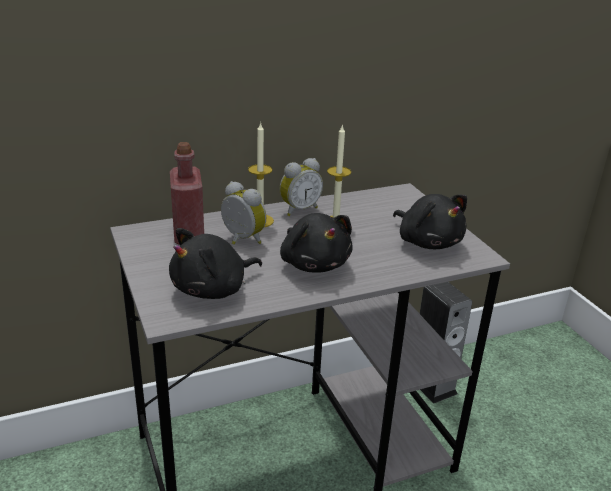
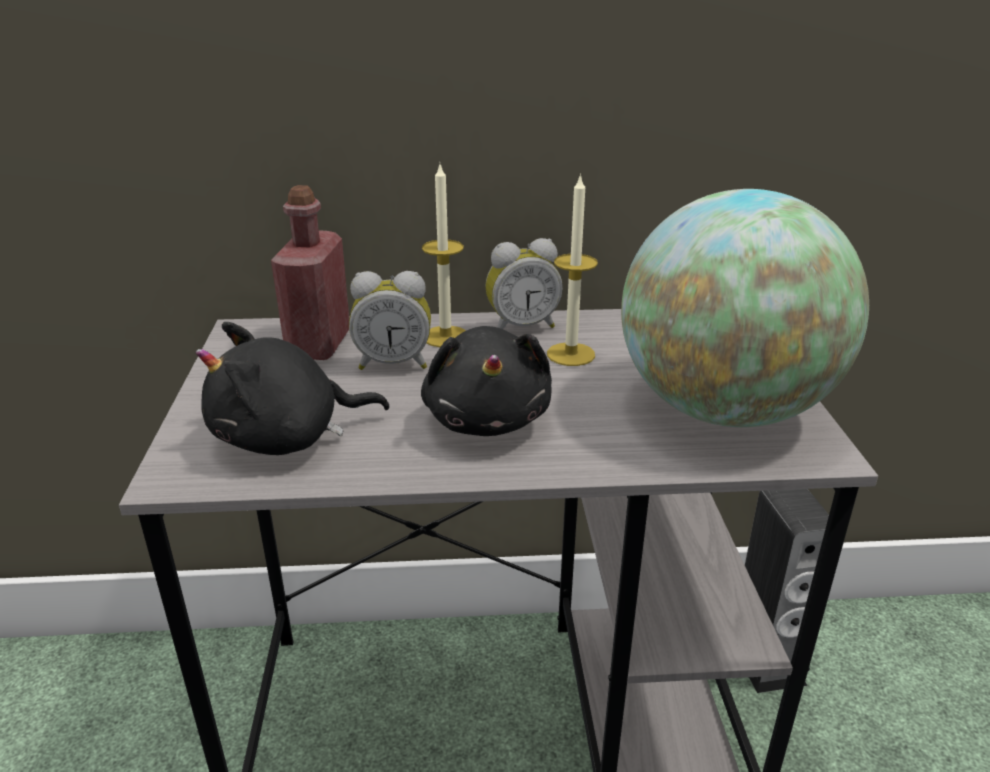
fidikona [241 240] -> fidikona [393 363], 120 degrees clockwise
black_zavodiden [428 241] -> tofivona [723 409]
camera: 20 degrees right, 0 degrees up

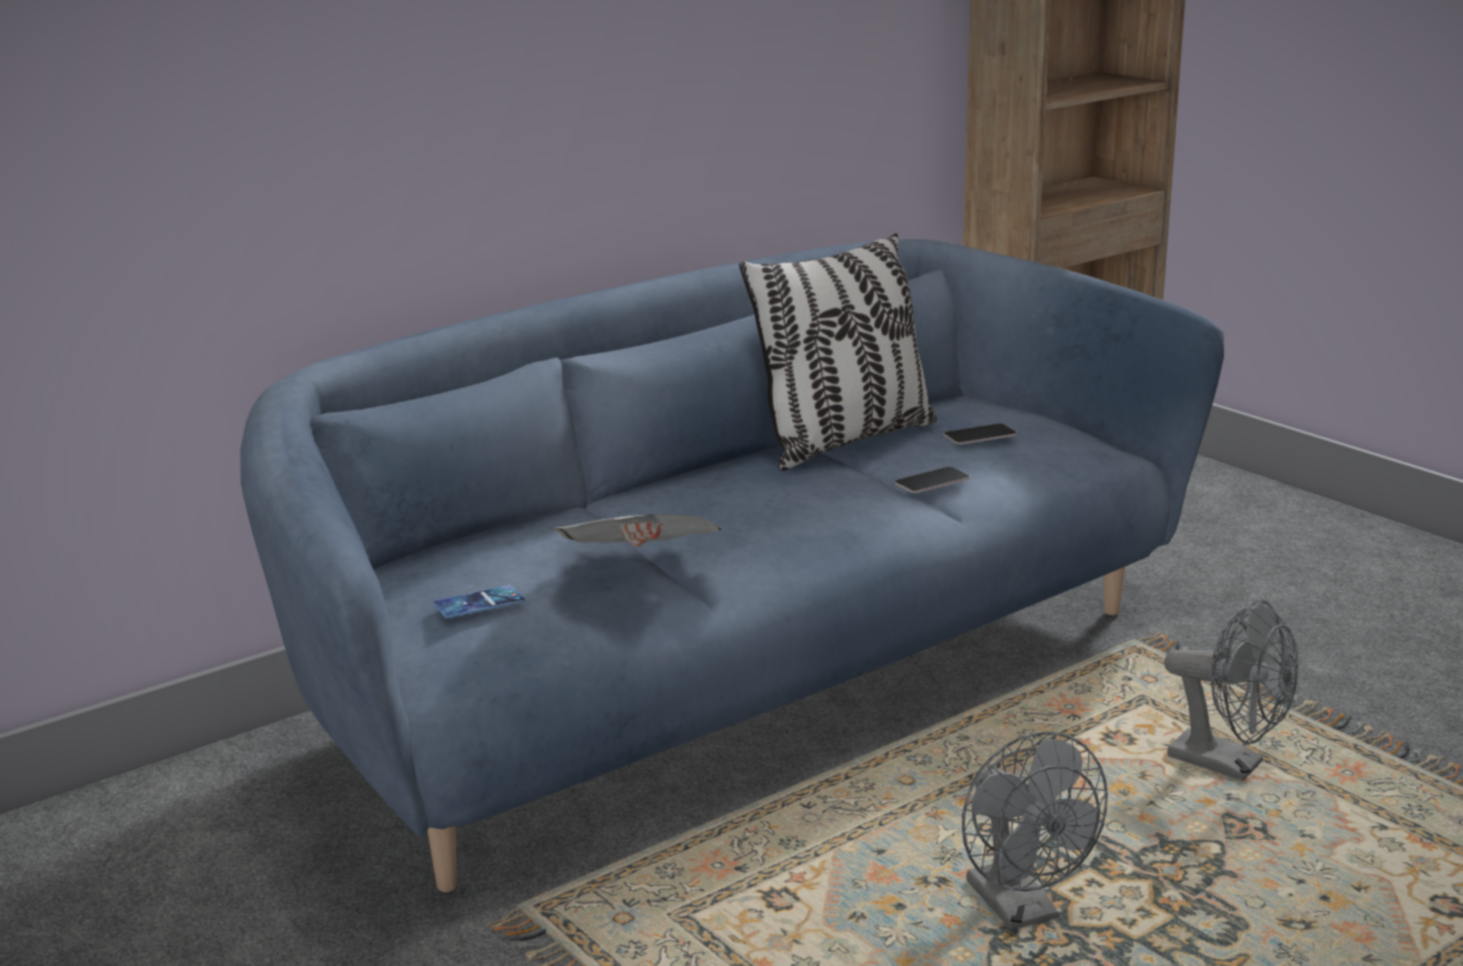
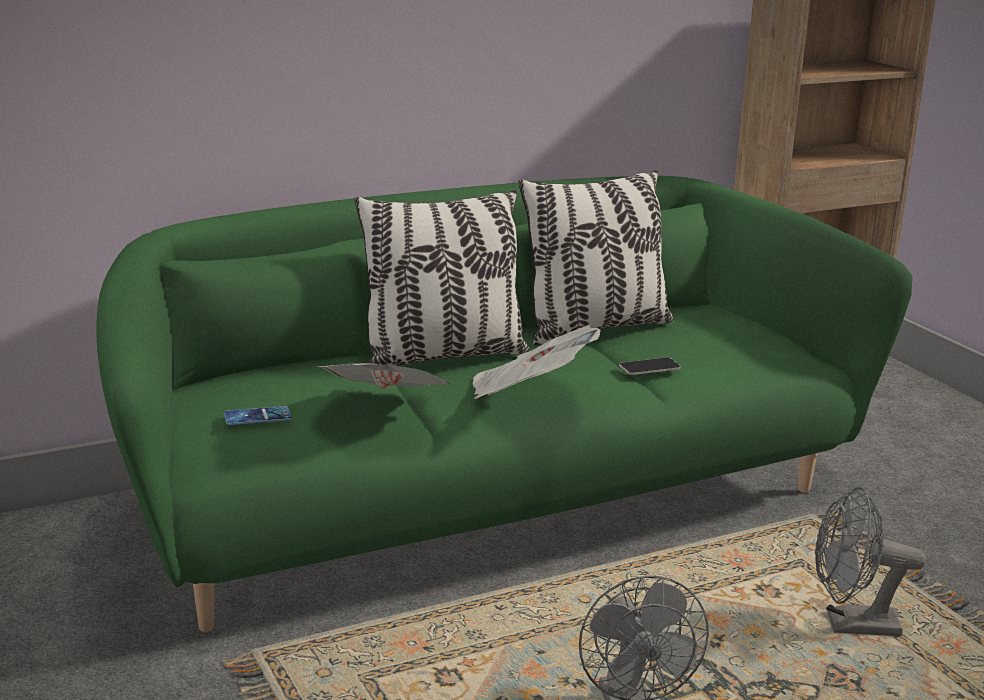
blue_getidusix [738 681] -> green_getidusix [488 504]
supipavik [980 435] -> none
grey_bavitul [1229 765] -> grey_bavitul [851 625], 135 degrees clockwise
none -> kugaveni [442 357]
none -> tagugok [529 394]
camera: 10 degrees right, 0 degrees up

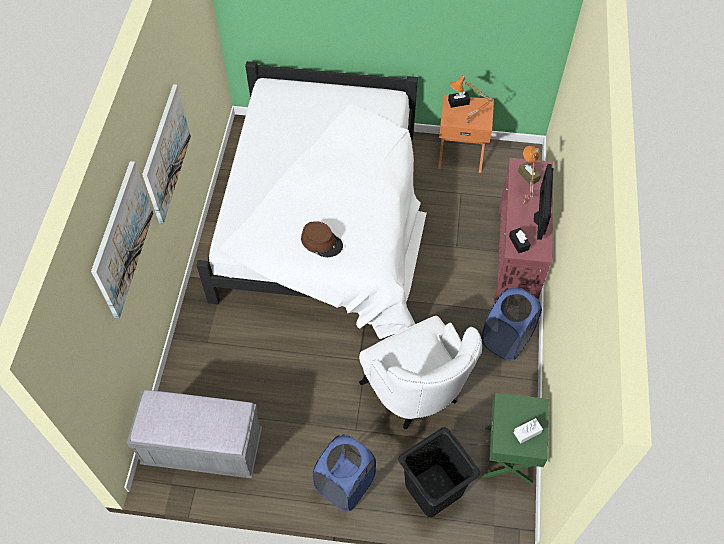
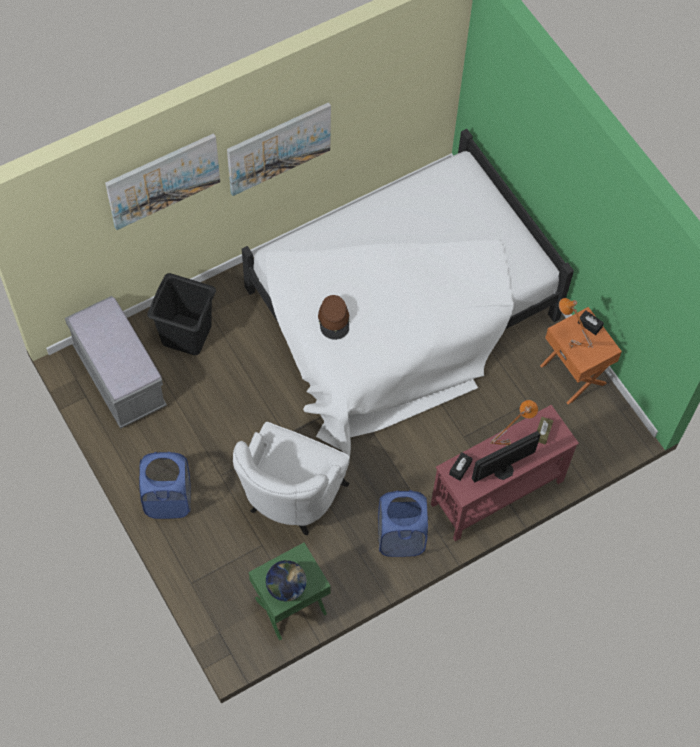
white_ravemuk [527 432] -> tofivona [286 587]
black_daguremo [432 489] -> black_daguremo [186 334], shifted
camera: 50 degrees right, 5 degrees up

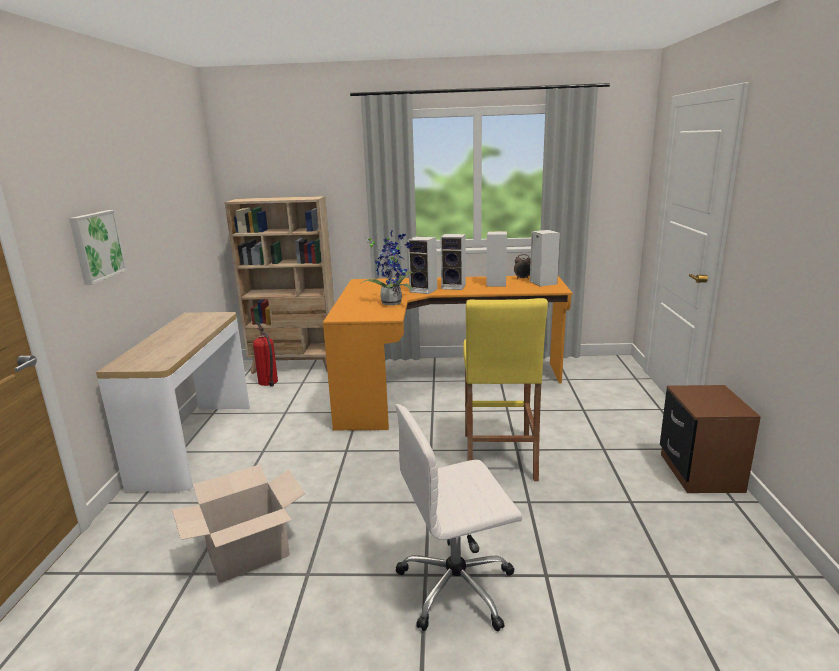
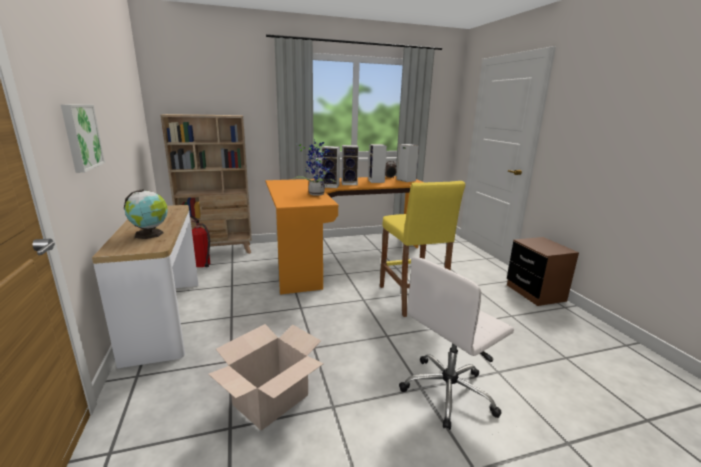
none -> tofivona [150 234]
camera: 20 degrees left, 0 degrees up

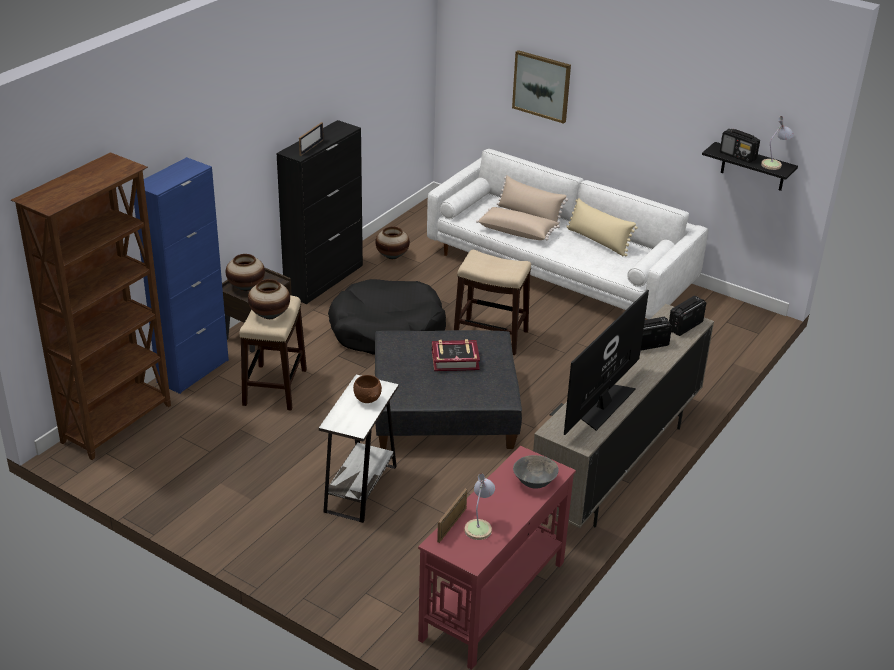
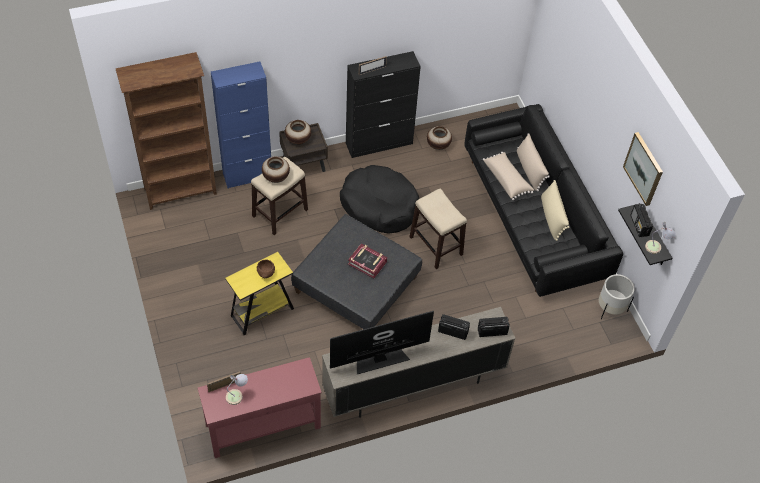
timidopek [542 86] -> timidopek [644 168], shifted
white_getidusix [559 270] -> black_getidusix [533 216]
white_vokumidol [360 489] -> yellow_vokumidol [262 312]
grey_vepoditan [535 481] -> none
none -> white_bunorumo [610 308]
camera: 35 degrees right, 20 degrees up

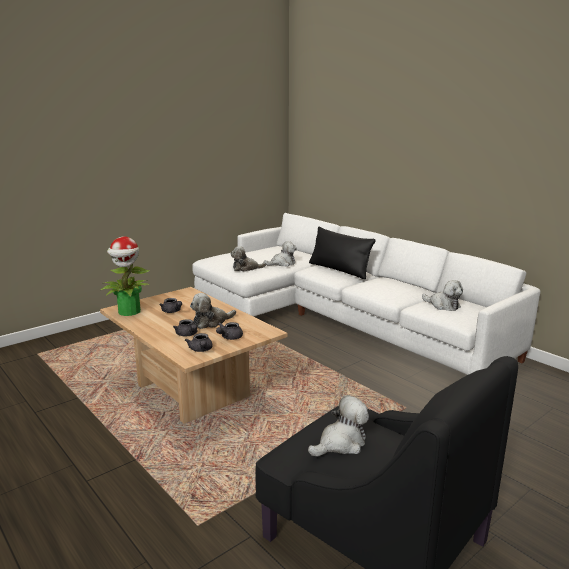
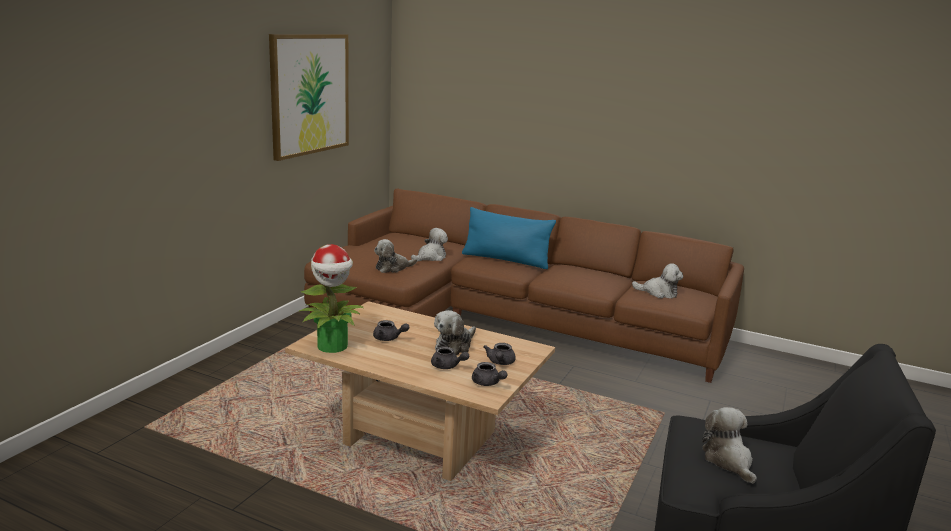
white_getidusix [337 318] -> brown_getidusix [502 319]
black_kugaveni [339 270] -> blue_kugaveni [506 260]
zavodiden [341 443] -> zavodiden [728 460], 45 degrees counterclockwise
none -> timidopek [310 94]
camera: 25 degrees left, 0 degrees up

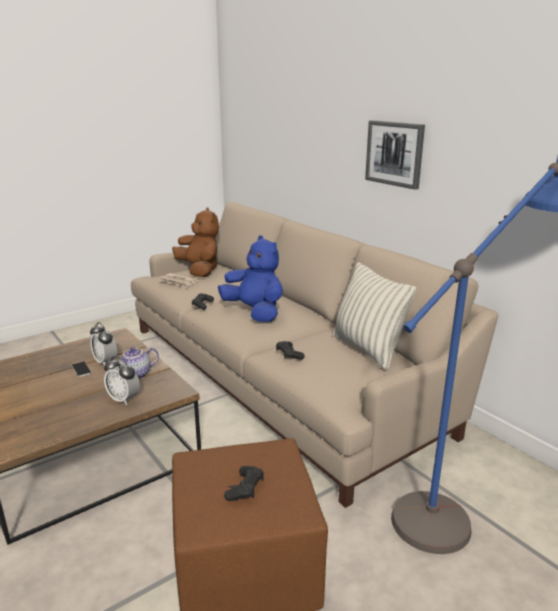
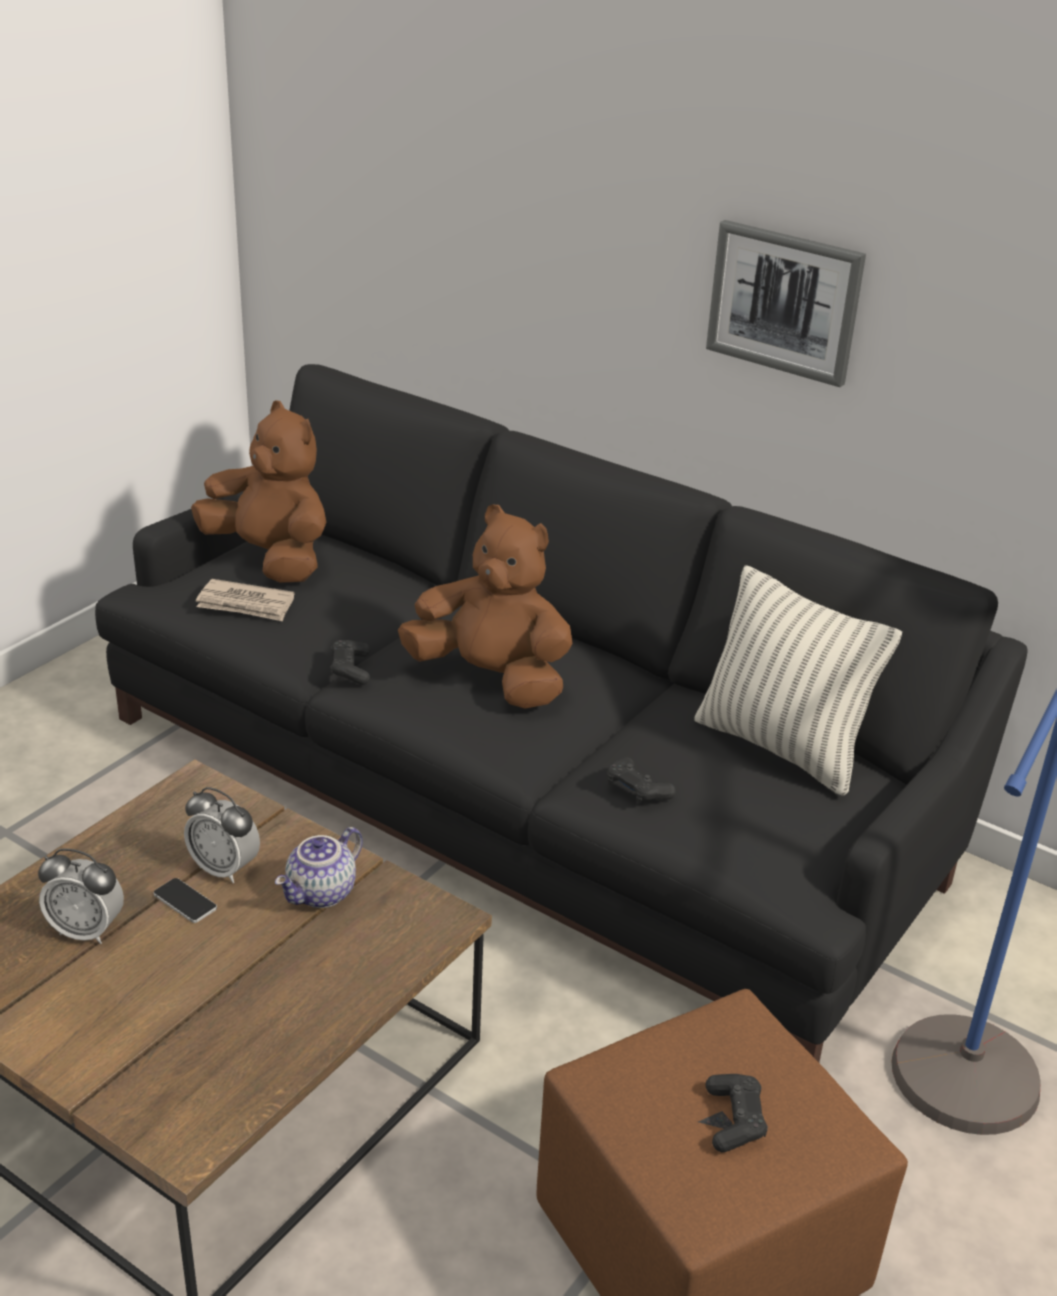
beige_getidusix [279 374] -> black_getidusix [521 790]
blue_zavodiden [255 312] -> brown_zavodiden [491 679]
fidikona [123 399] -> fidikona [86 930], shifted
camera: 20 degrees left, 10 degrees up

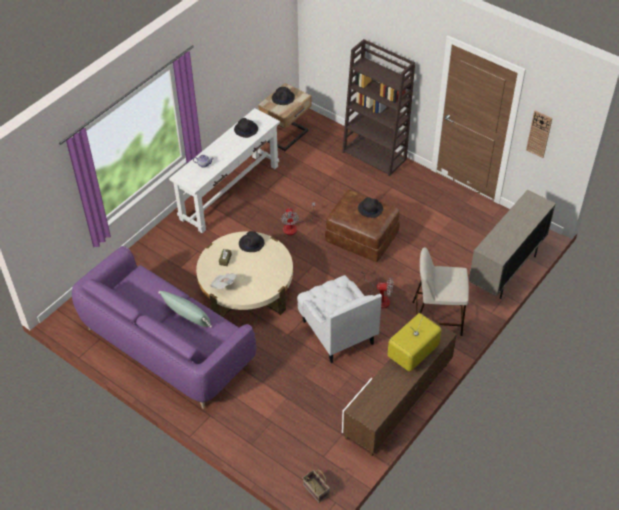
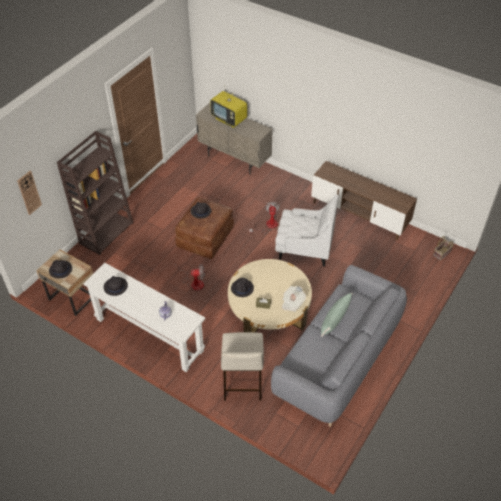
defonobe [539 134] -> defonobe [29 192], shifted
purple_getidusix [167 346] -> grey_getidusix [338 359]
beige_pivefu [437 318] -> beige_pivefu [242 379], shifted
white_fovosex [337 331] -> white_fovosex [304 248], 45 degrees clockwise
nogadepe [413 355] -> nogadepe [229 120], shifted
camera: 95 degrees left, 0 degrees up

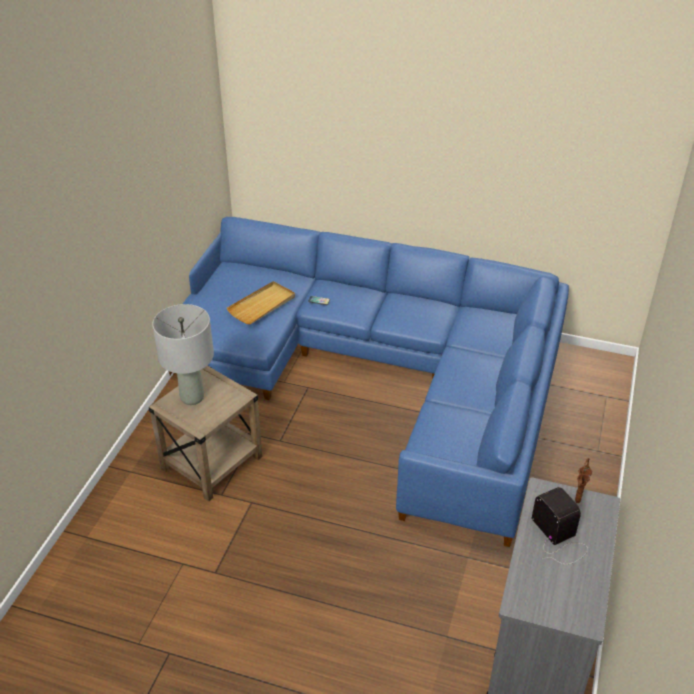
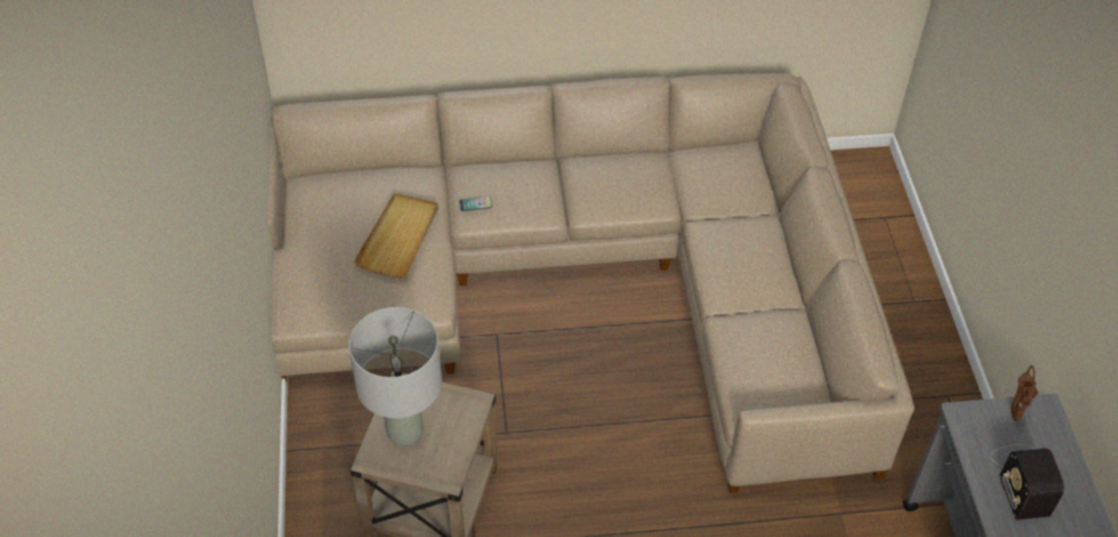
blue_getidusix [379 375] -> beige_getidusix [583 282]
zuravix [559 538] -> zuravix [1022 478], 135 degrees counterclockwise
camera: 25 degrees left, 10 degrees up

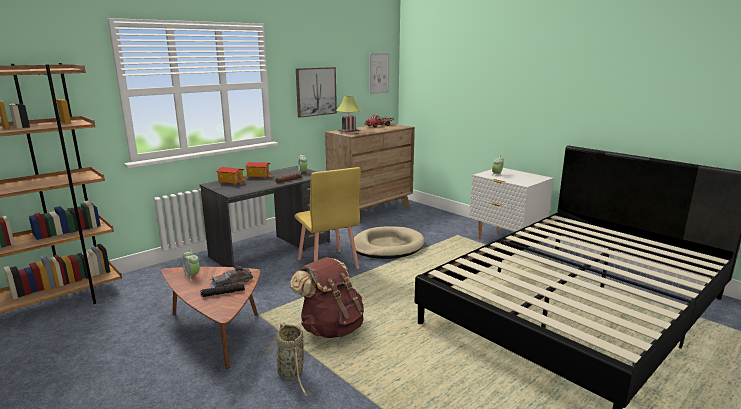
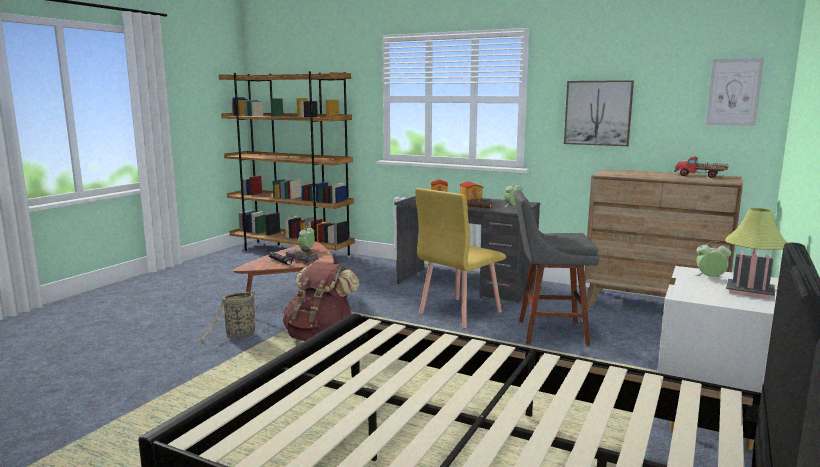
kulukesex [349 132] -> kulukesex [749 292], shifted
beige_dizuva [387 246] -> grey_pivefu [548 332]
camera: 70 degrees right, 5 degrees down

